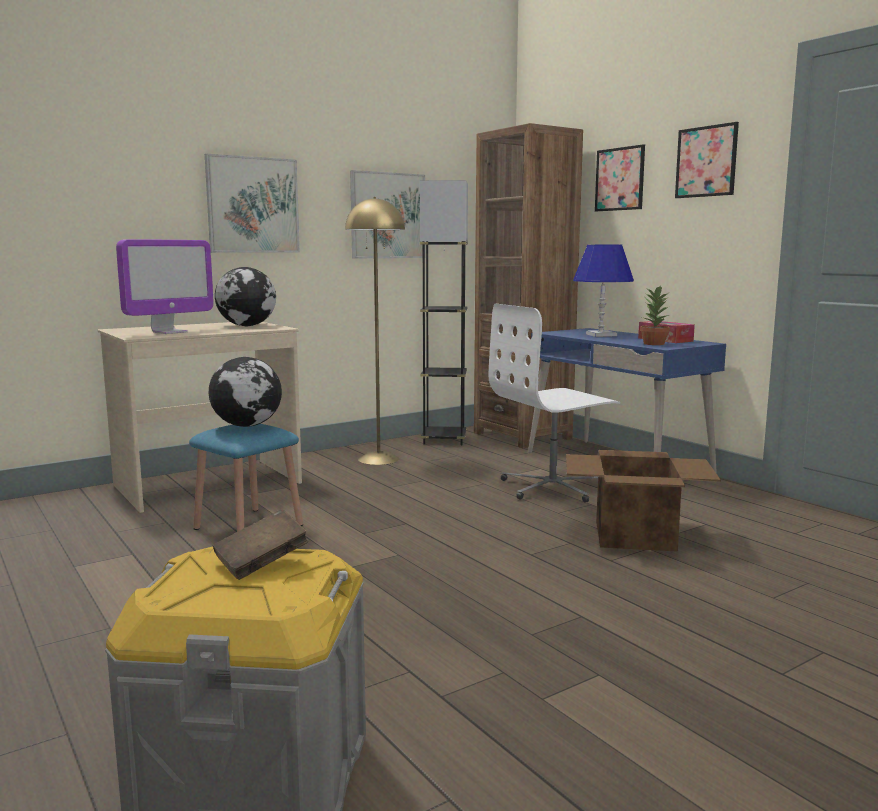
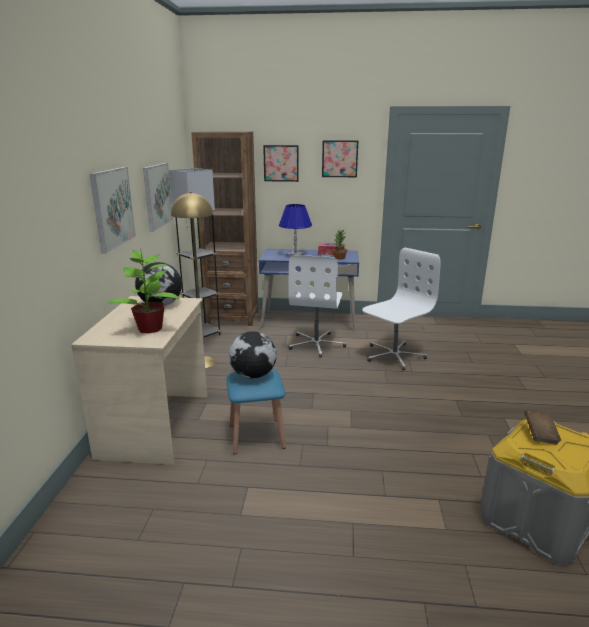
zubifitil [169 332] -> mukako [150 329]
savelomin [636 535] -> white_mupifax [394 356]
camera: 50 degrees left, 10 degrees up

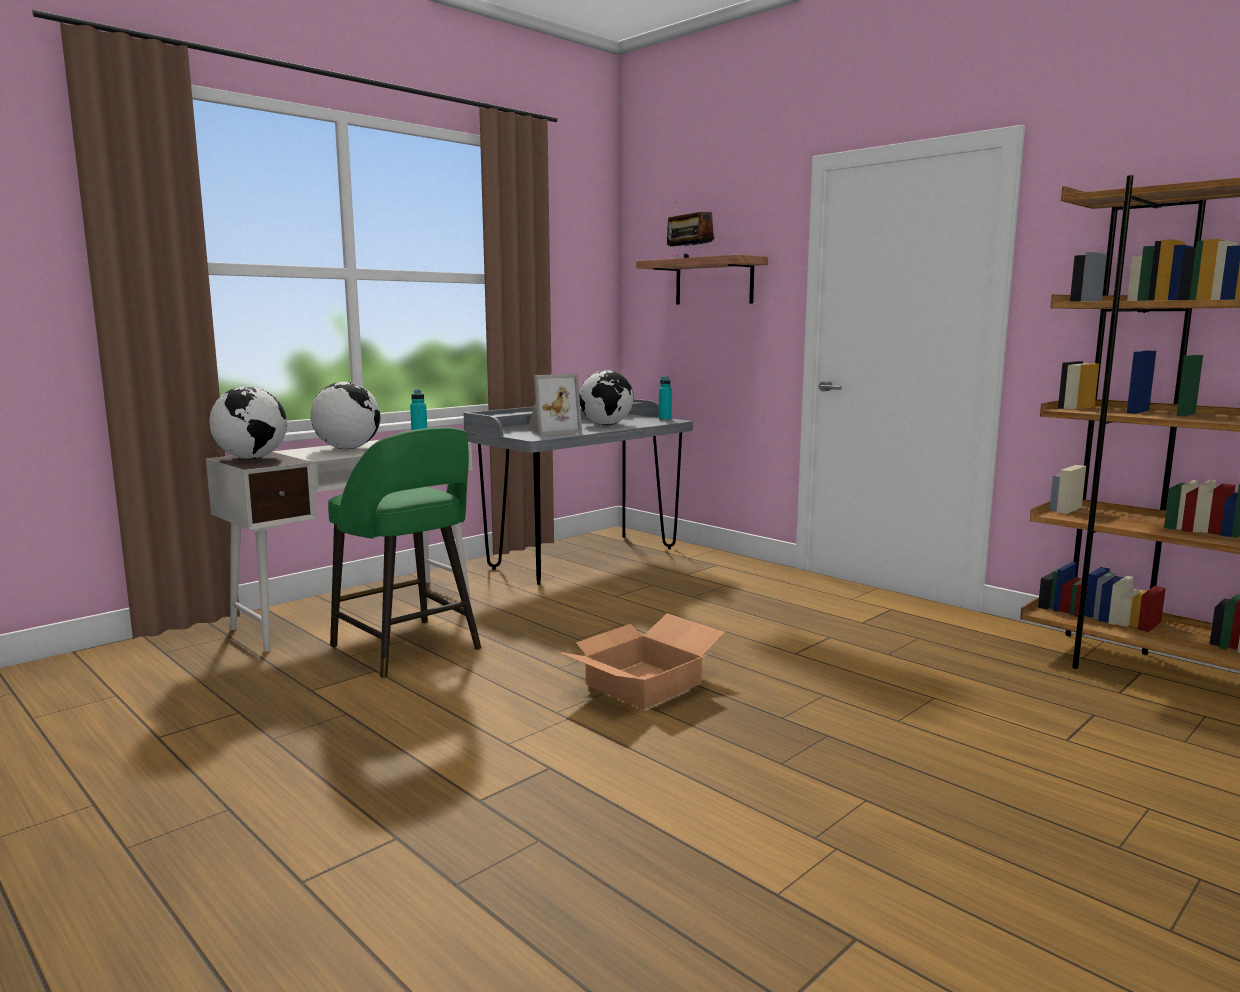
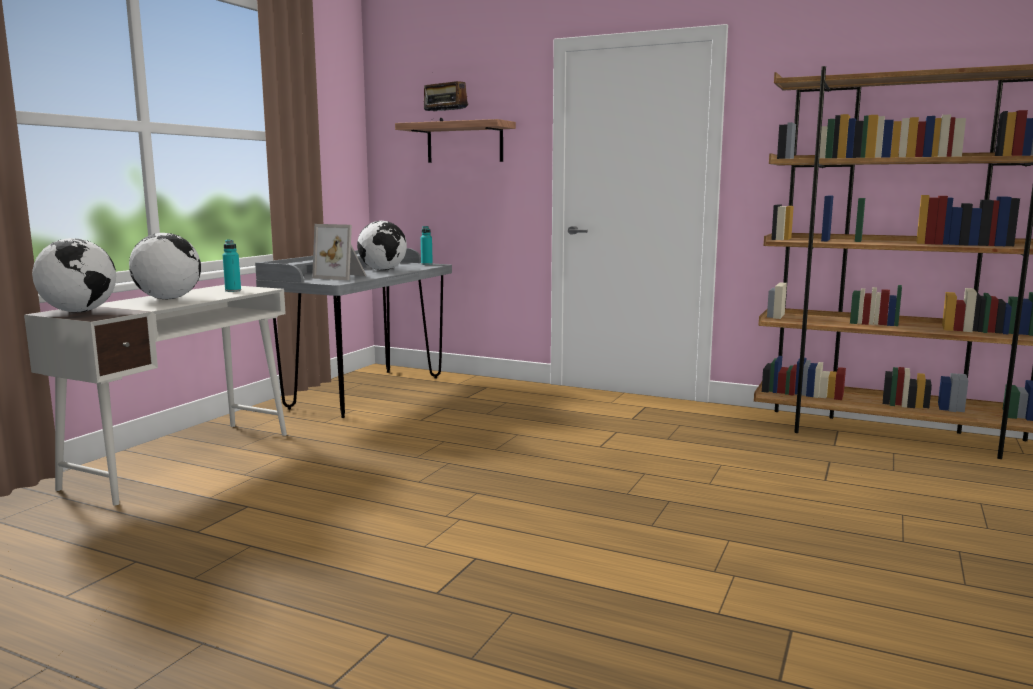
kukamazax [551 431] -> kukamazax [342 277], 75 degrees clockwise
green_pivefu [408 649] -> none
savelomin [643 683] -> none
camera: 20 degrees left, 0 degrees up

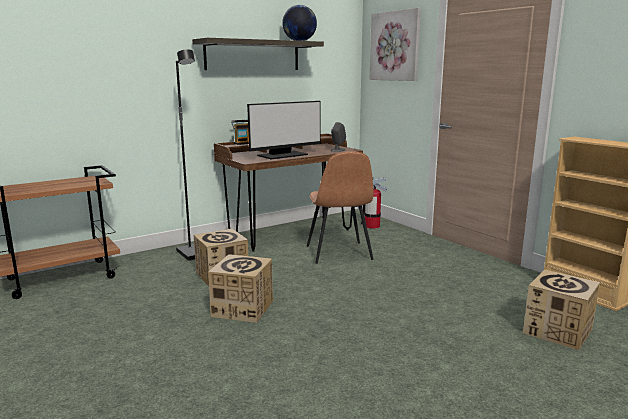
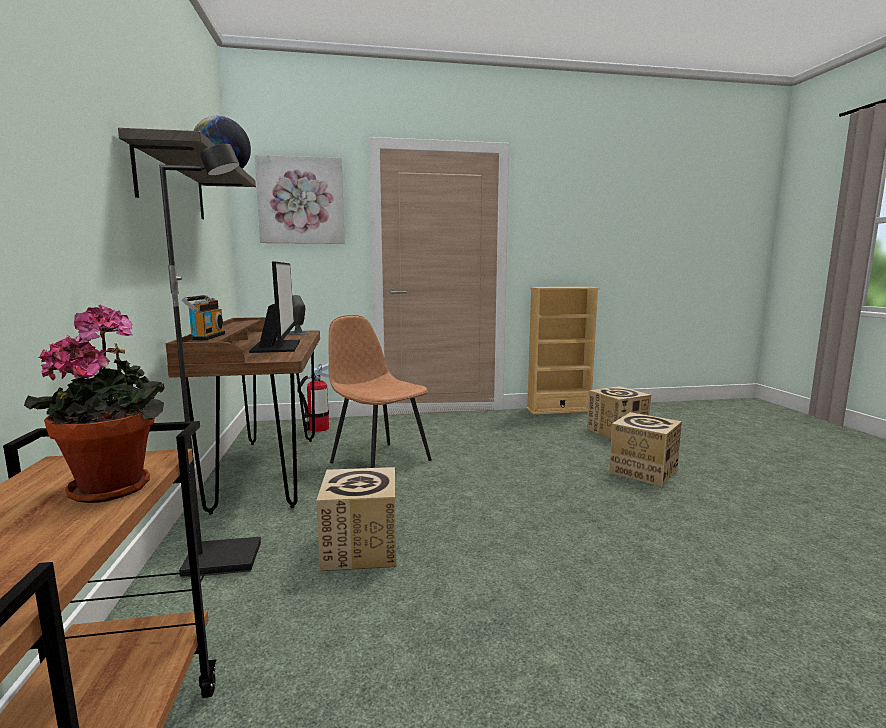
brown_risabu [339 253] -> brown_risabu [379 461], 150 degrees counterclockwise
savelomin [242 308] -> savelomin [643 471], shifted
none -> mukako [116 486]
camera: 65 degrees left, 5 degrees down

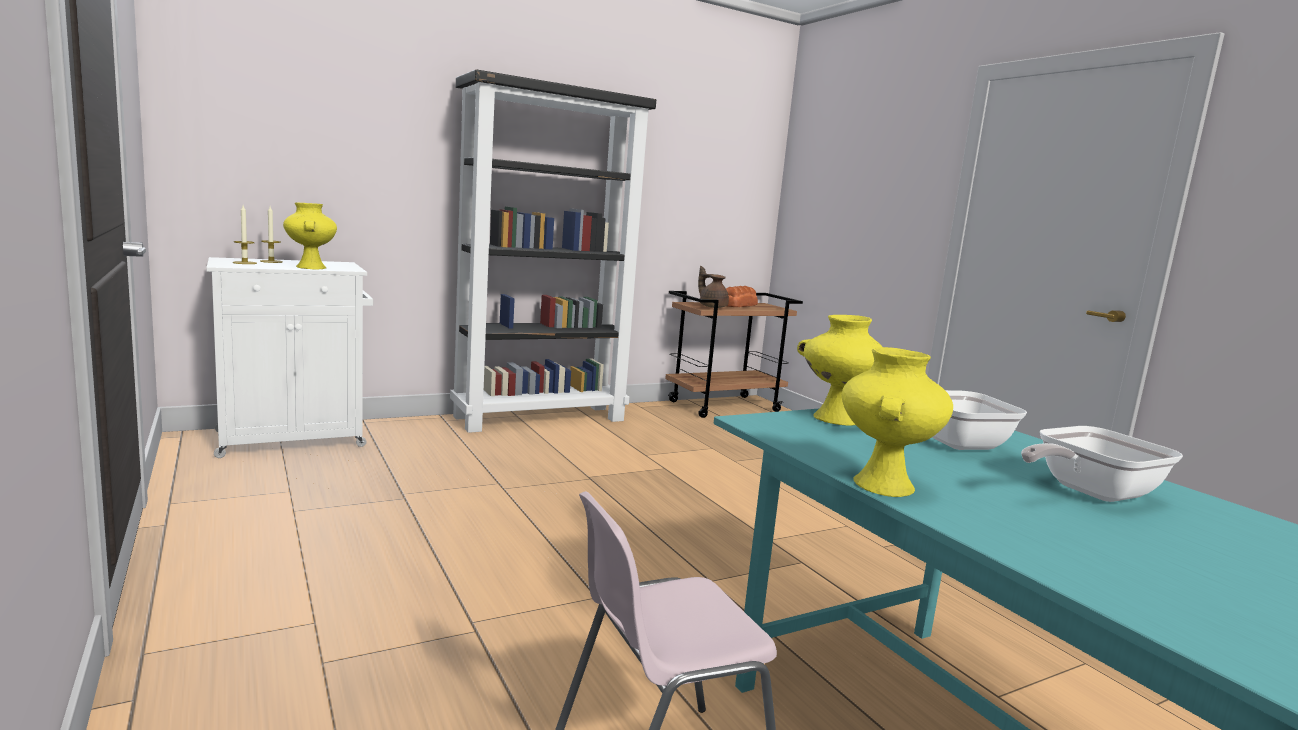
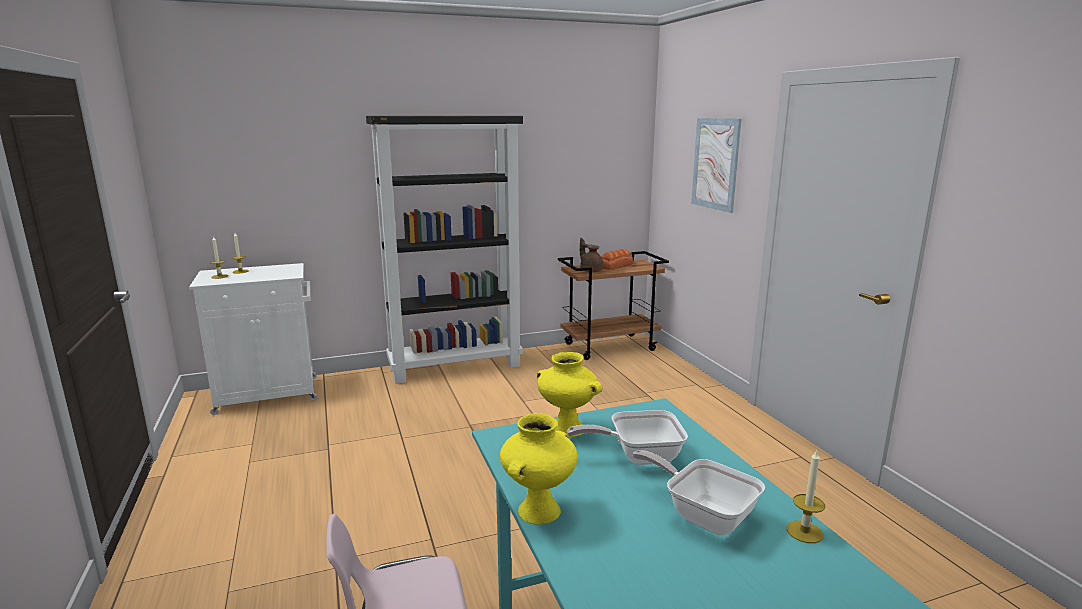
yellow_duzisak [310 267] -> none
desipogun [1088 492] -> desipogun [703 514], 60 degrees clockwise
none -> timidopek [715 164]
none -> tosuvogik [804 532]
camera: 10 degrees right, 5 degrees up

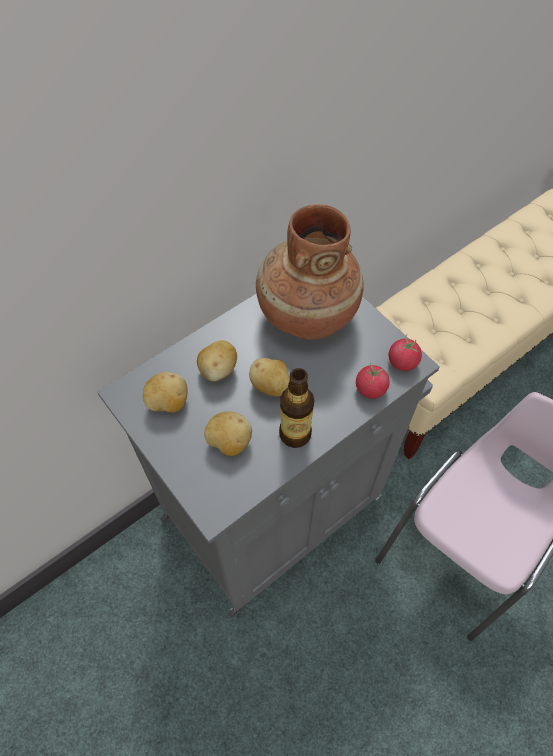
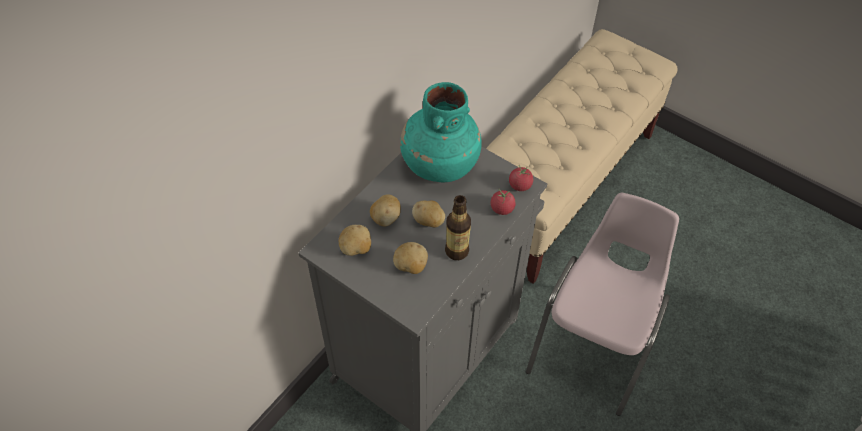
brown_duzisak [306 314] -> turquoise_duzisak [439 165]
camera: 15 degrees left, 5 degrees down

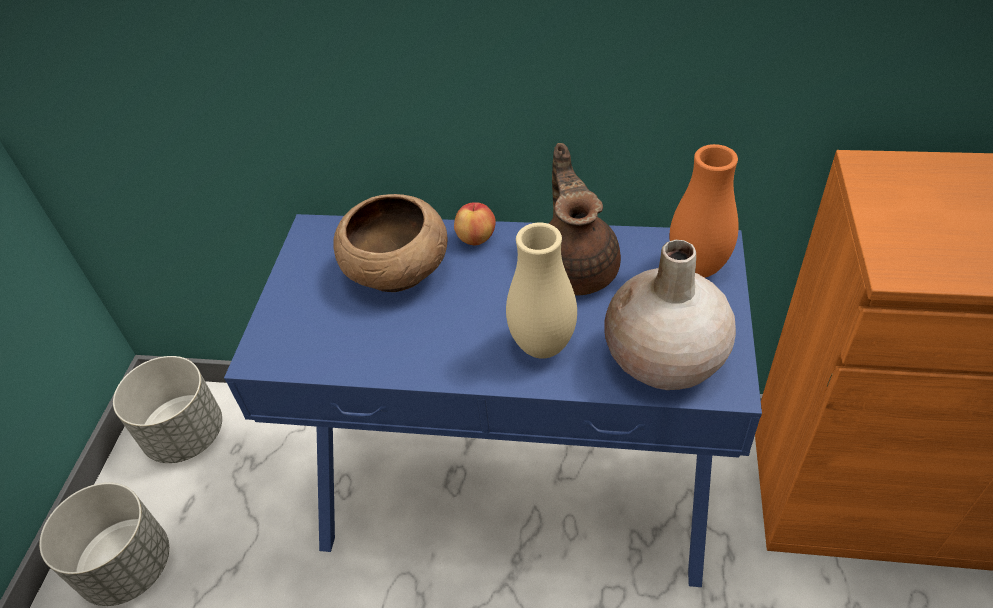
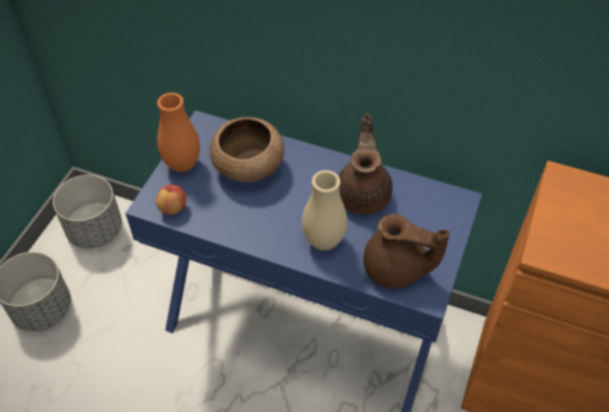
orange_duzisak [697 268] -> orange_duzisak [182 164], shifted
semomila [476 238] -> semomila [173 208], shifted
beige_duzisak [664 359] -> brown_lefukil [396 269]
camera: 10 degrees right, 5 degrees up

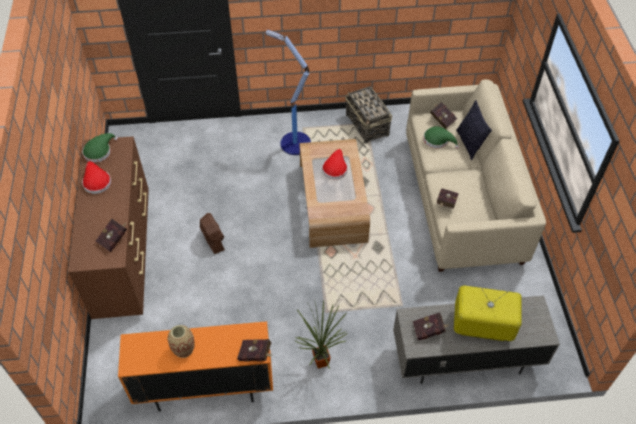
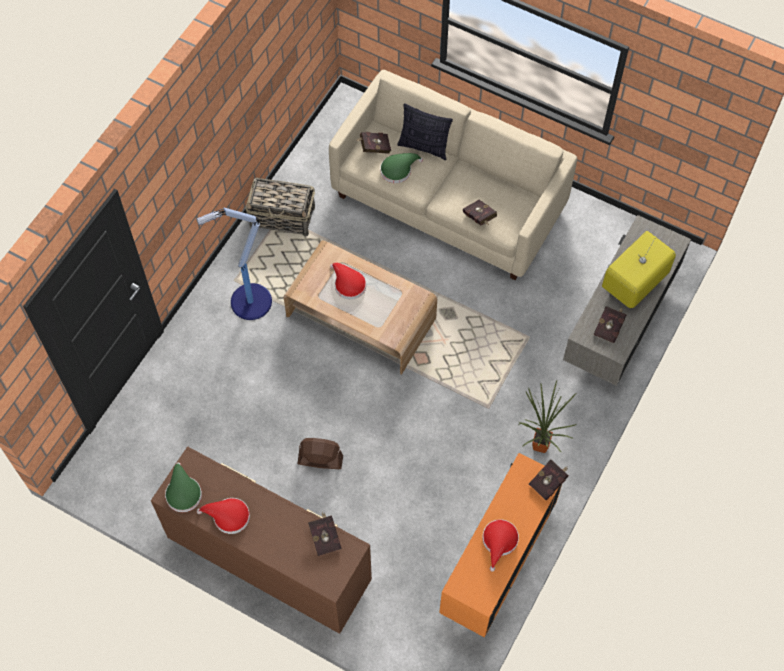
duzisak [184 349] -> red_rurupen [499 542]
camera: 55 degrees left, 10 degrees up

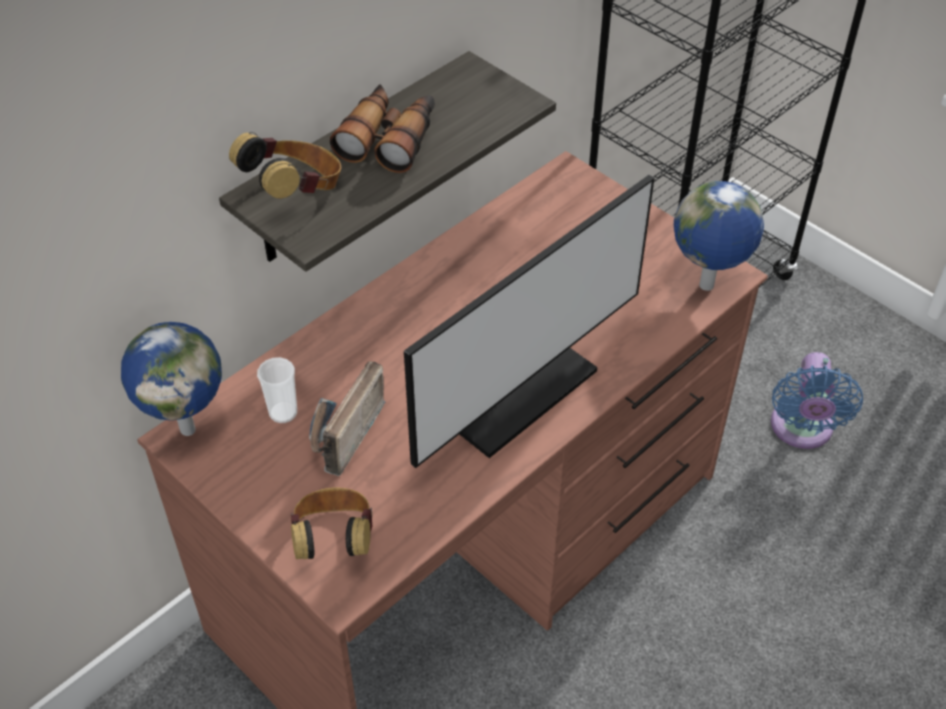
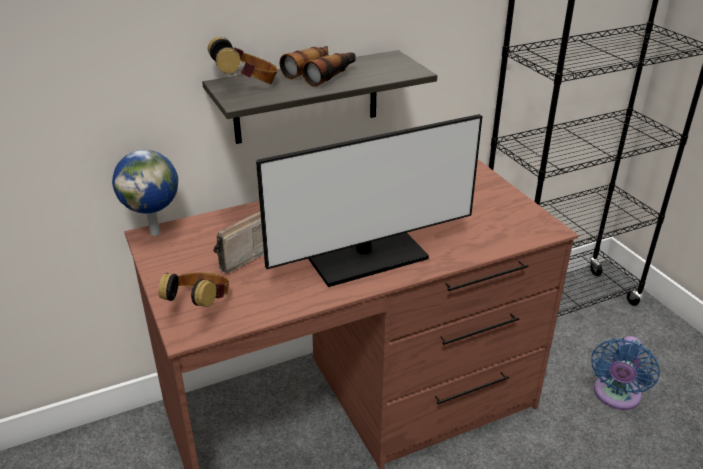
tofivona [707 287] -> none
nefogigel [283 413] -> none
camera: 20 degrees right, 15 degrees down

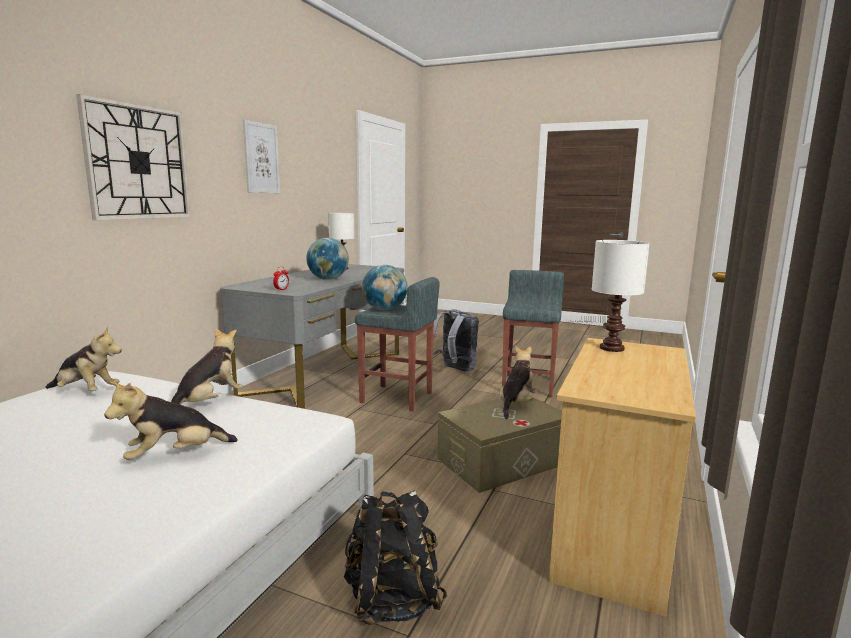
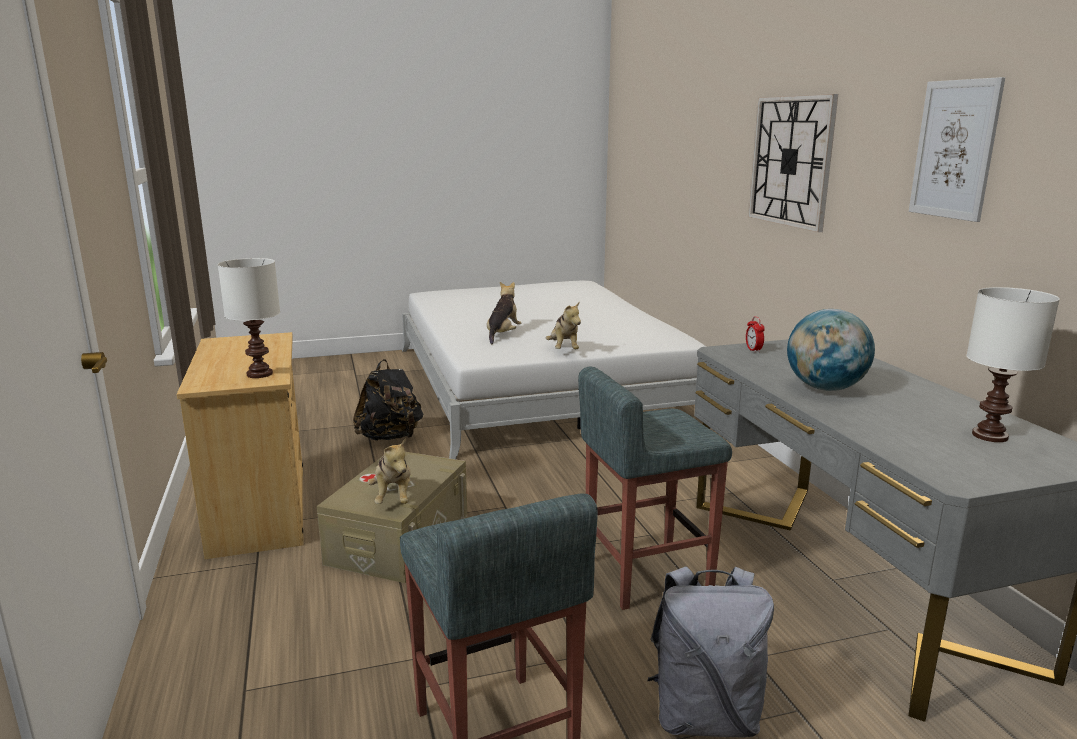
tofivona [384 309] -> none
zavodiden [85 392] -> none
camera: 140 degrees right, 5 degrees up

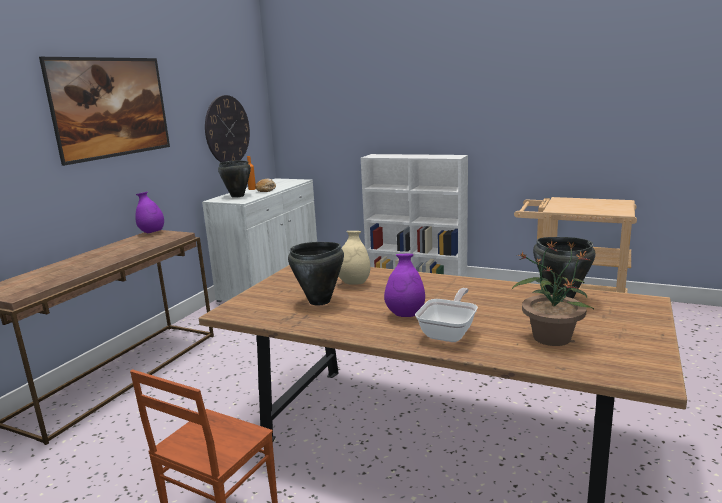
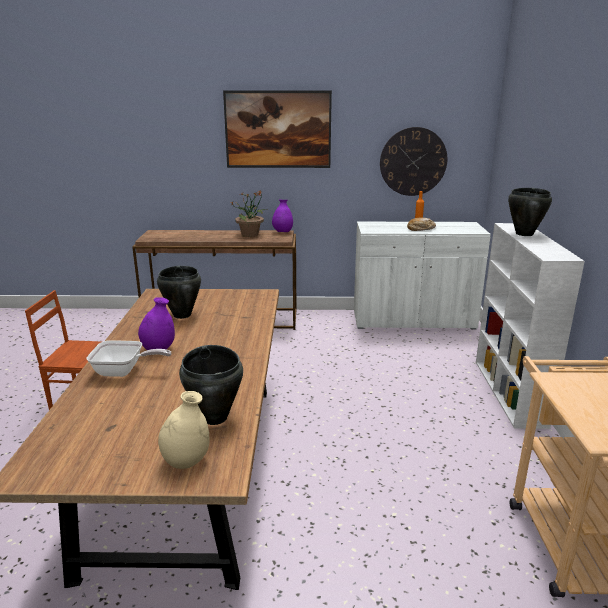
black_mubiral [237 196] -> black_mubiral [524 234], shifted
beige_duzisak [354 283] -> beige_duzisak [186 461], shifted
mukako [551 337] -> mukako [250 234], shifted
camera: 65 degrees right, 5 degrees up

